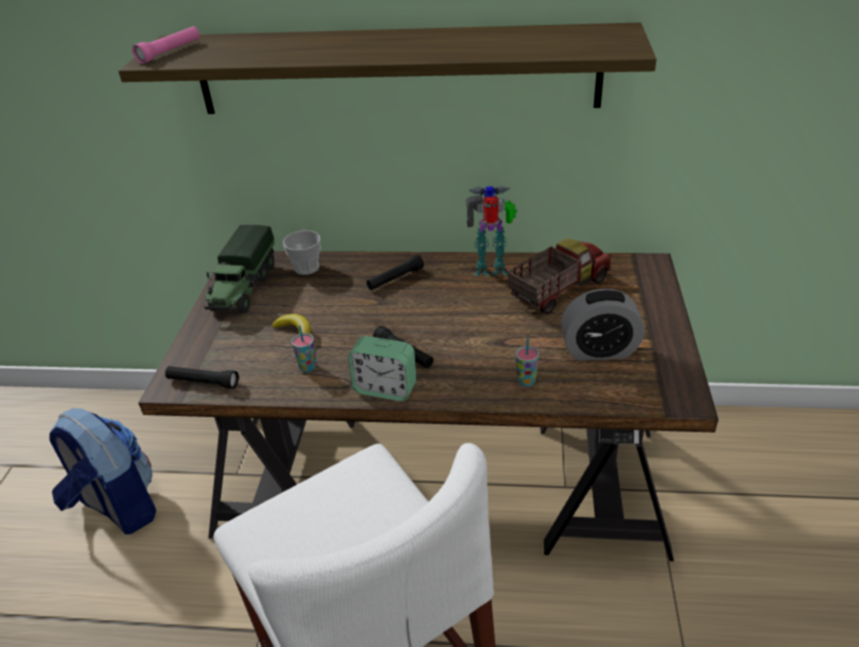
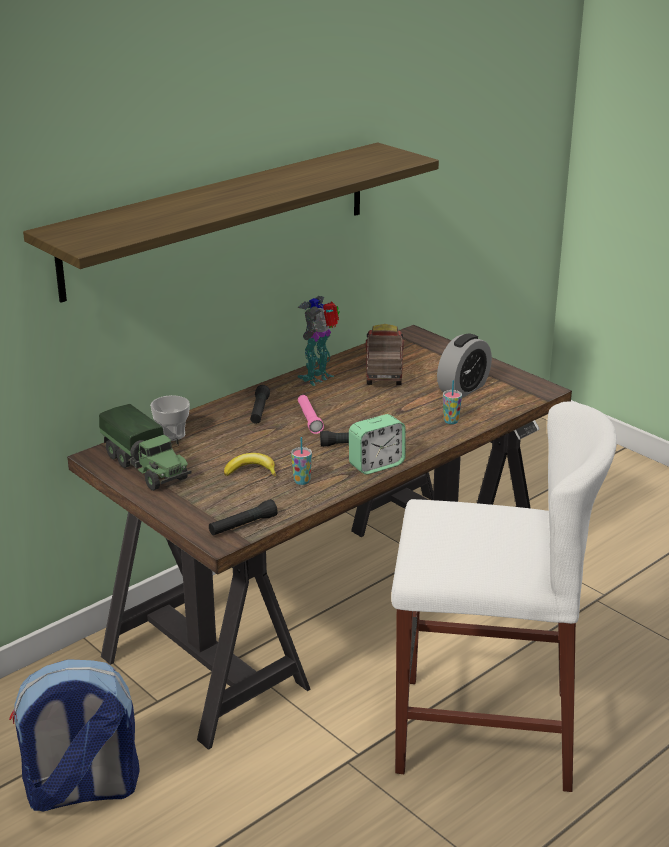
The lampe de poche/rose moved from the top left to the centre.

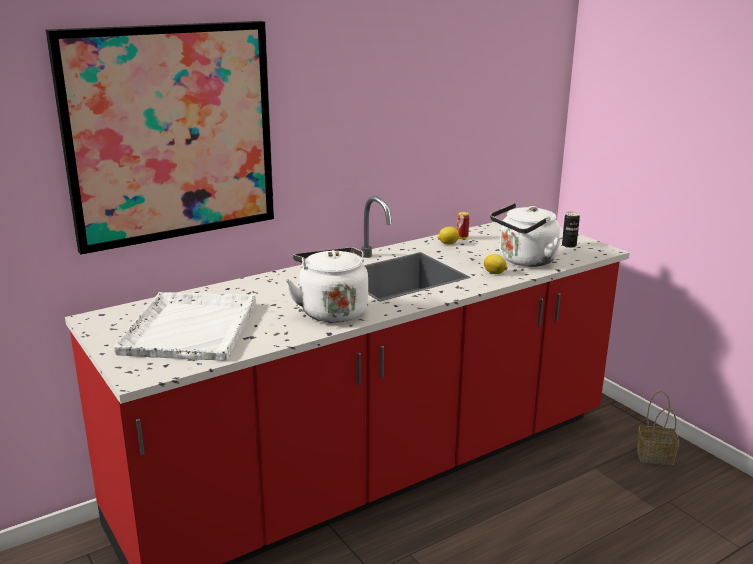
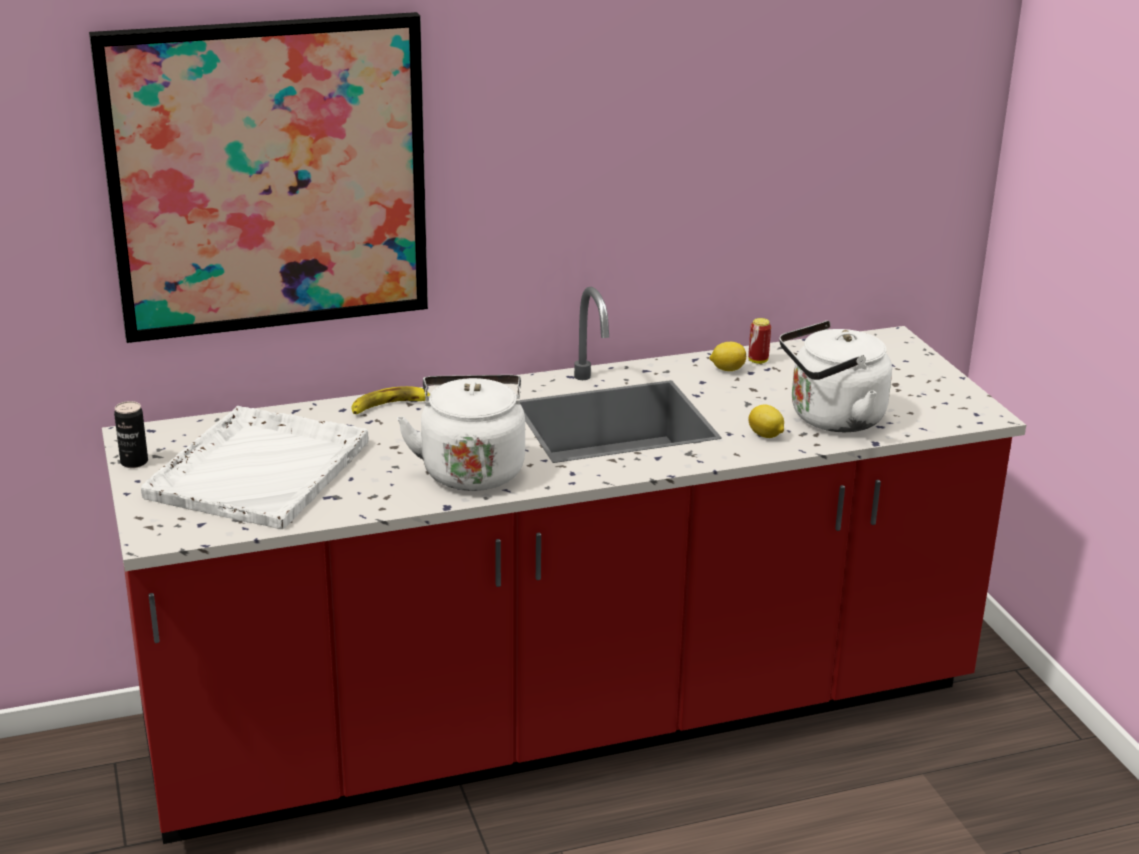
The boîte métallique (2nd from left in the first image) moved from the middle right to the middle left. The banane at the centre appeared. The panier at the bottom right disappeared.

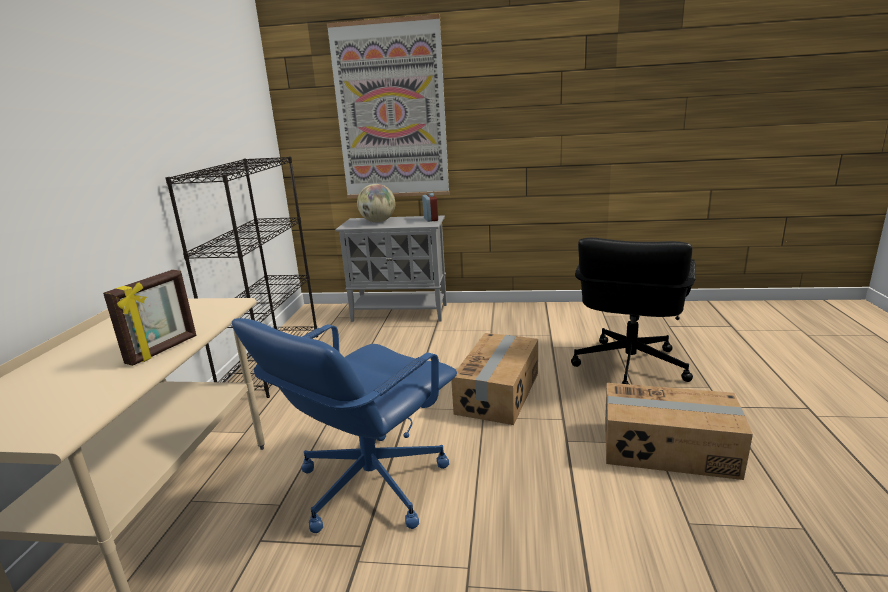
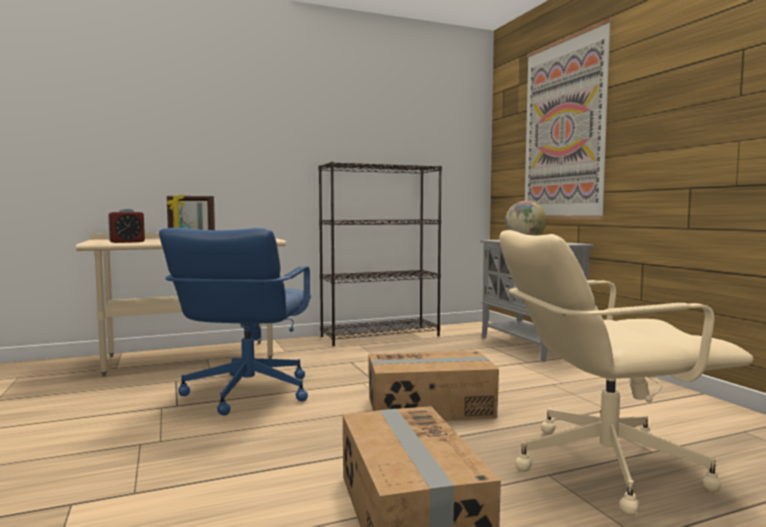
The réveil moved from the centre to the middle left. The chaise de bureau/bleu at the bottom centre turned 90 degrees counterclockwise. The chaise de bureau/noir at the middle right became the chaise de bureau/beige at the bottom right.

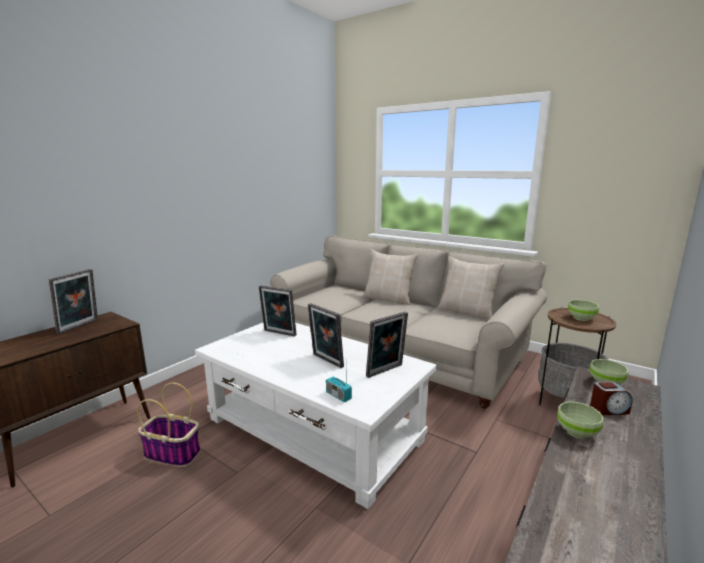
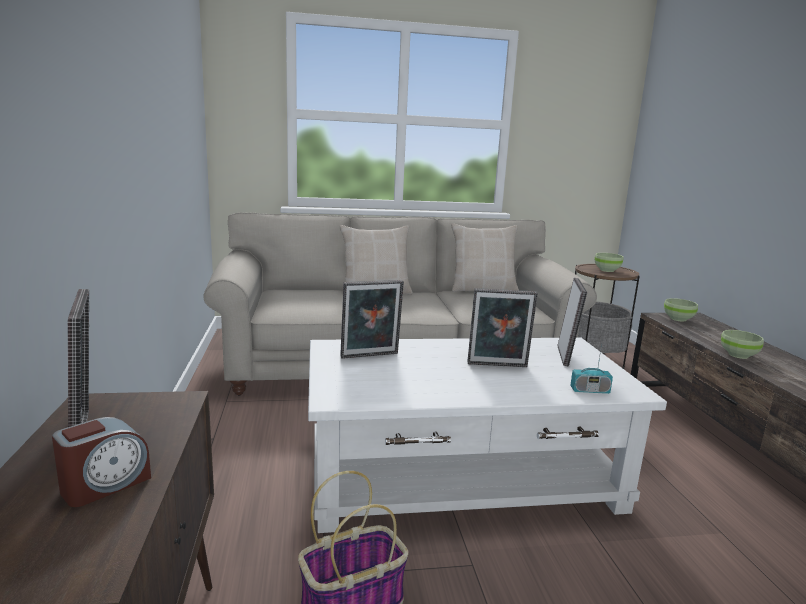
The réveil moved from the bottom right to the bottom left.

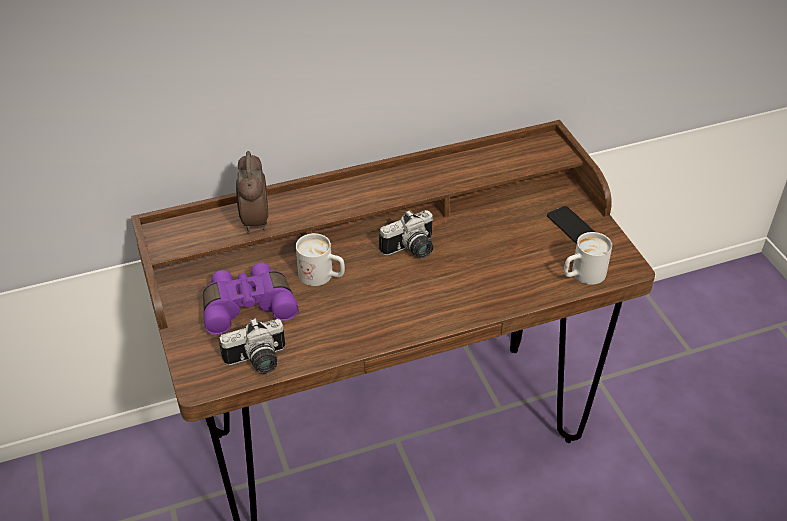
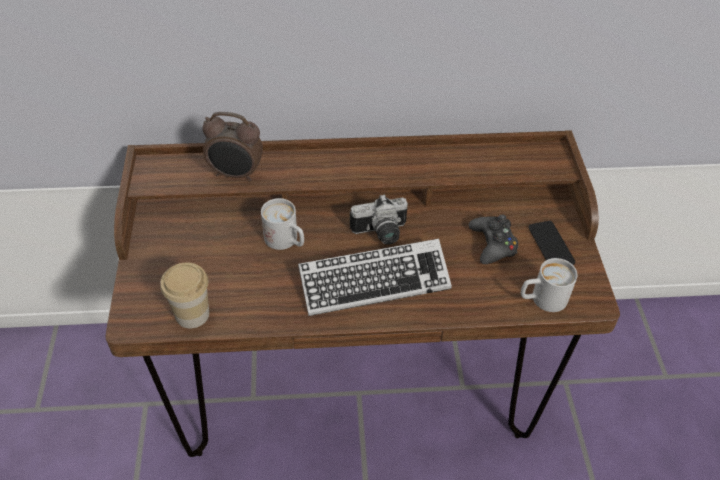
The appareil photo (1st from left) at the middle left was replaced by the tasse at the middle left. The réveil at the middle left turned 90 degrees counterclockwise. The clavier at the centre appeared. The manette/noir at the middle right appeared. The jumelles/violet at the middle left disappeared.

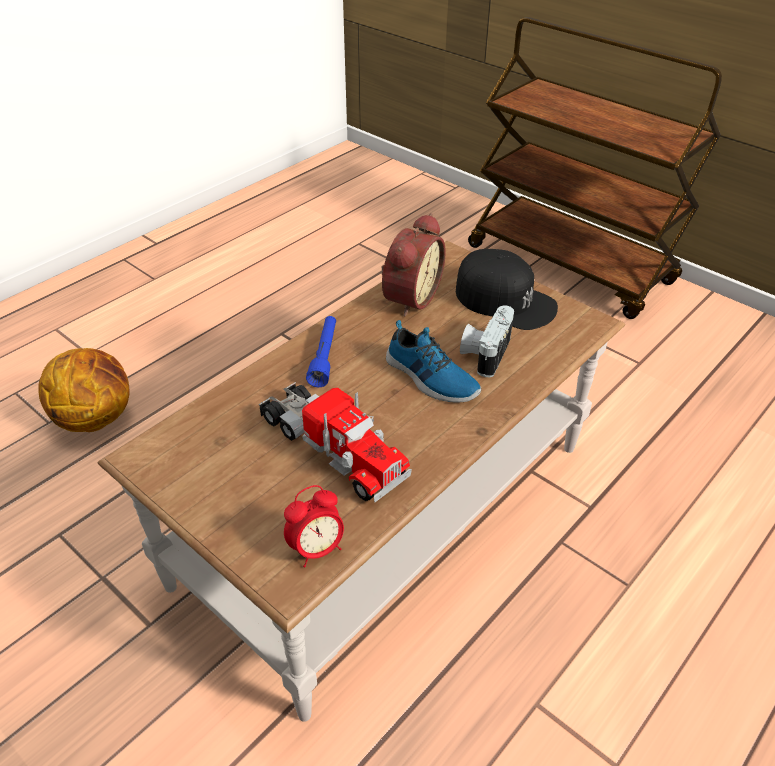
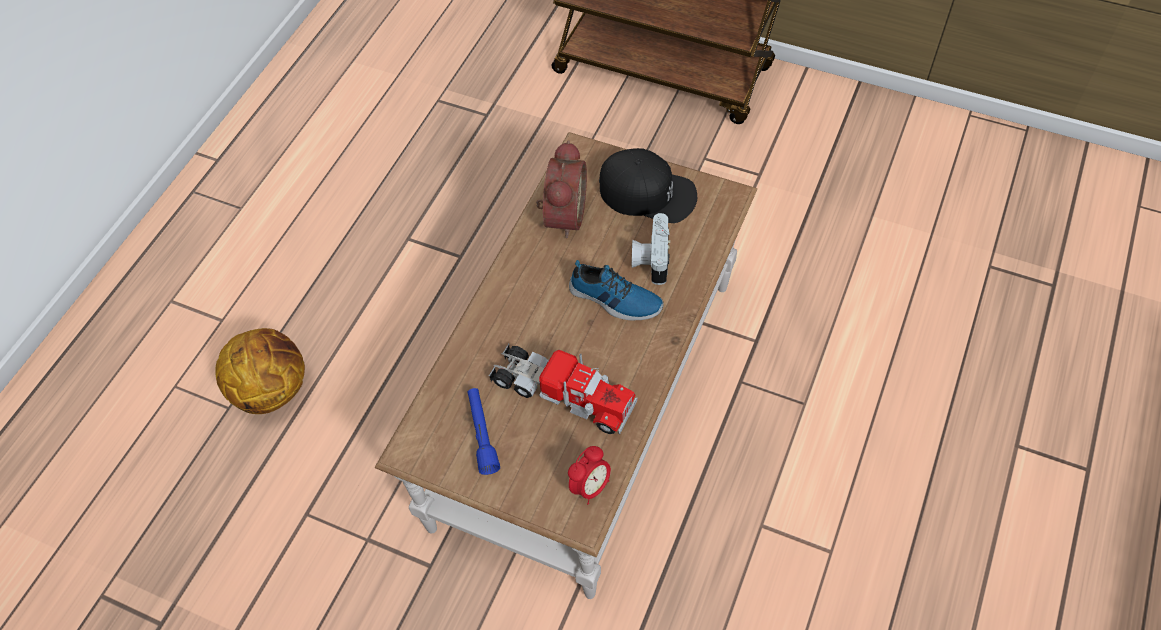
The lampe de poche/bleu moved from the centre to the bottom centre.

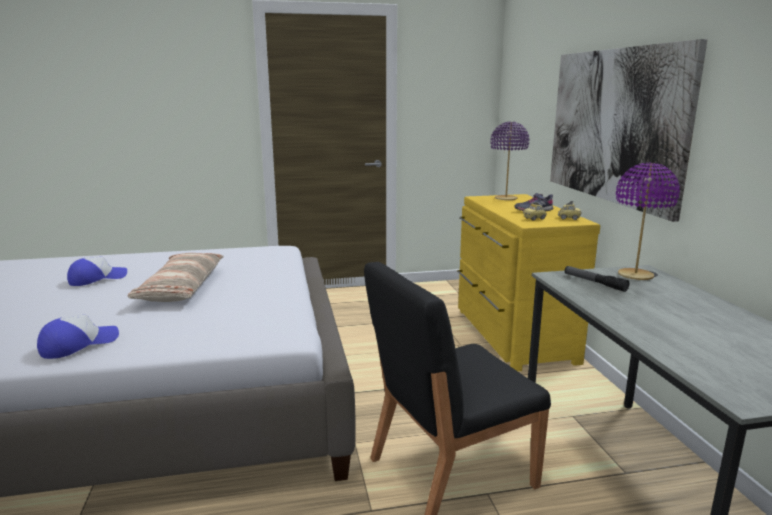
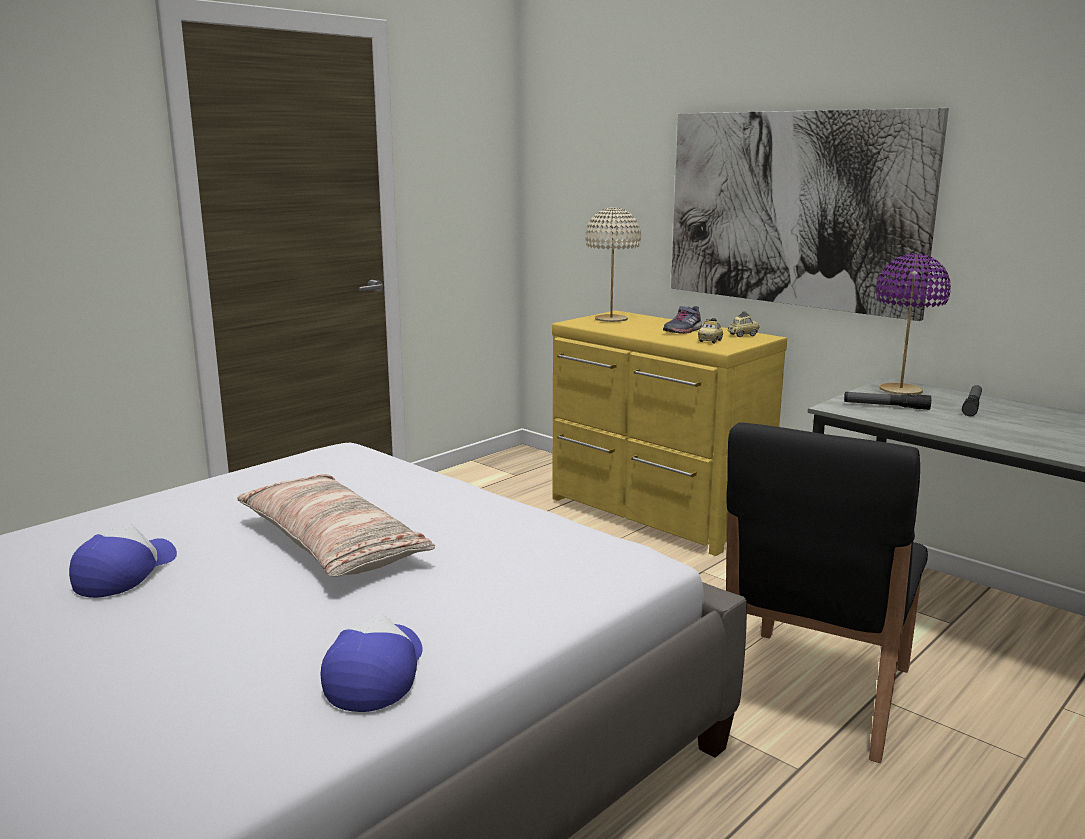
The lampe de table/violet (1st from left) at the top centre became the lampe de table/beige at the top centre. The lampe de poche (2nd from left) at the middle right appeared.

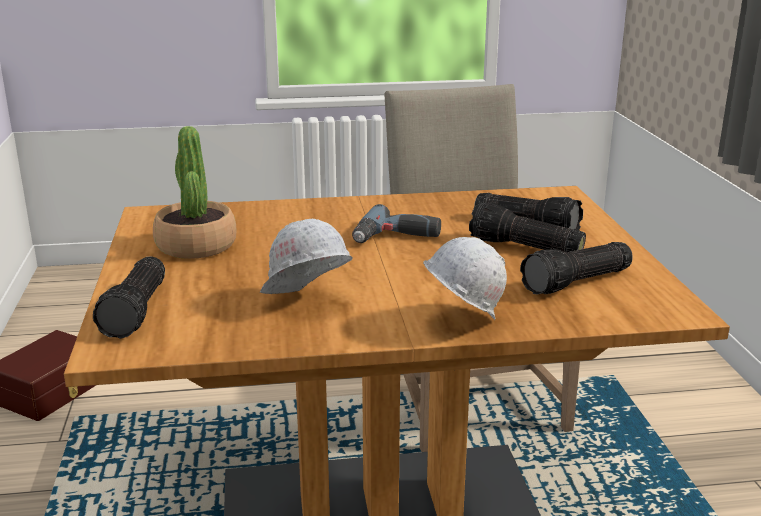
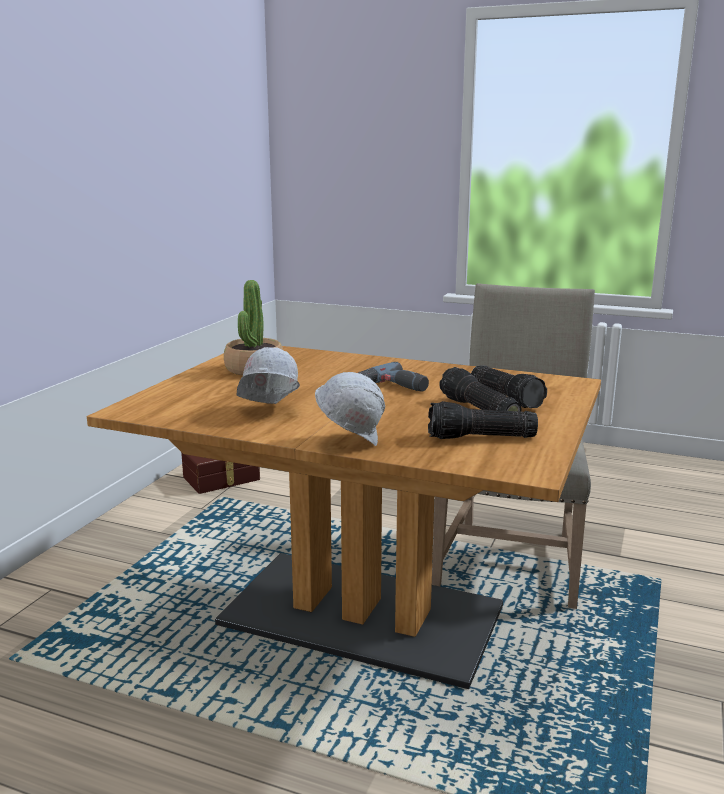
The lampe de poche (1st from left) at the middle left disappeared.

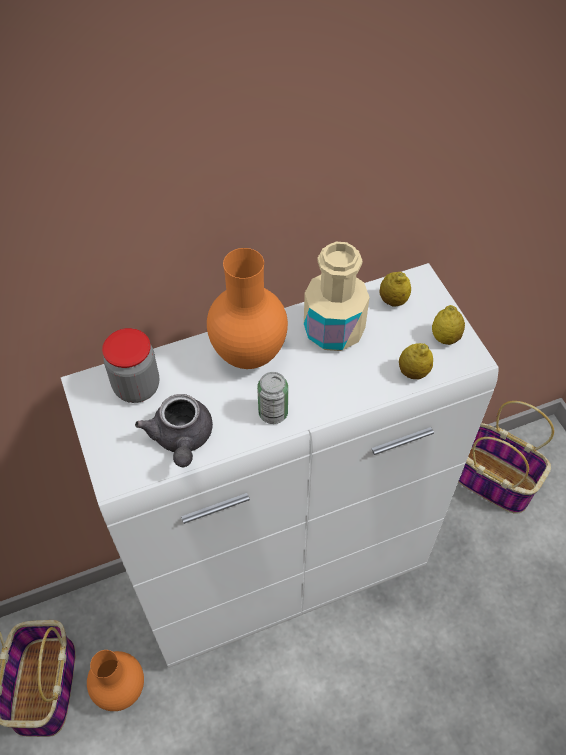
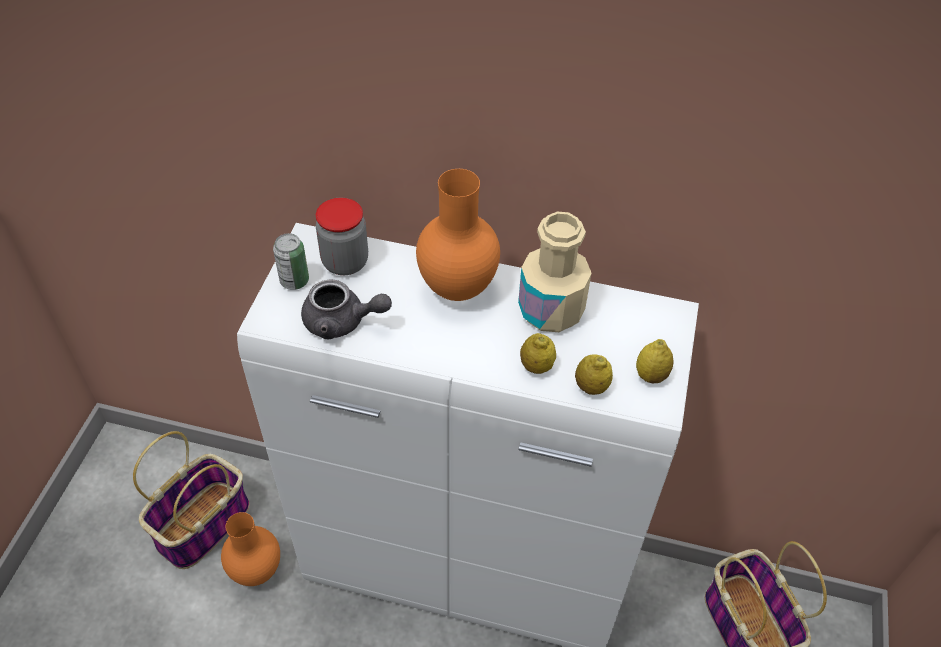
The boîte métallique moved from the centre to the middle left. The théière/gris at the middle left turned 105 degrees counterclockwise. The citron (1st from left) moved from the middle right to the centre.

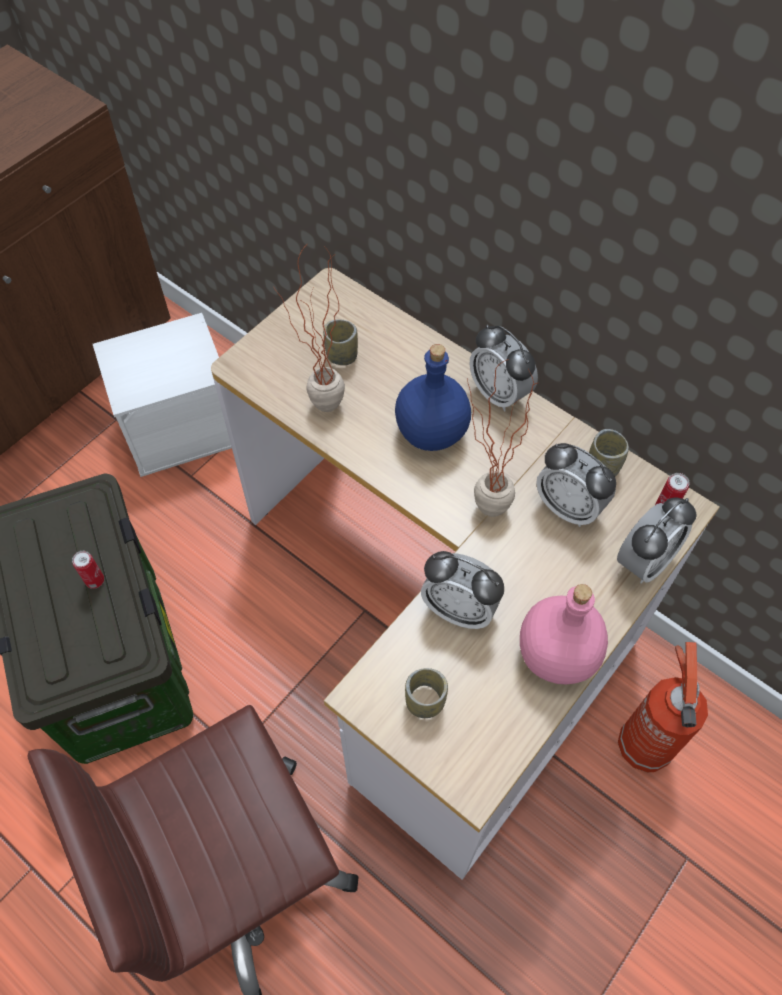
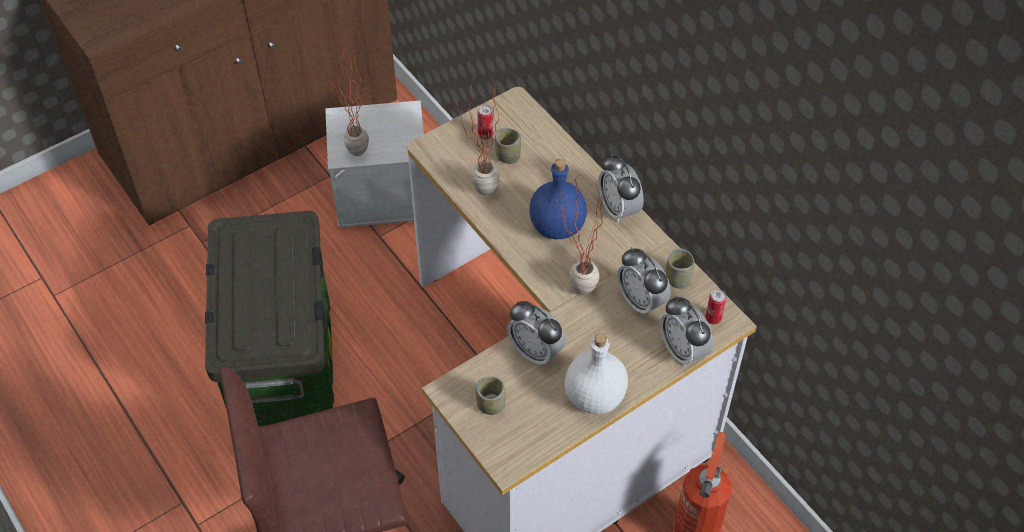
The plante en pot (1st from left) at the top centre appeared. The boîte métallique (1st from left) moved from the middle left to the top centre. The bouteille/rose at the middle right became the bouteille/blanc at the bottom centre. The réveil (4th from left) at the middle right turned 90 degrees clockwise.

